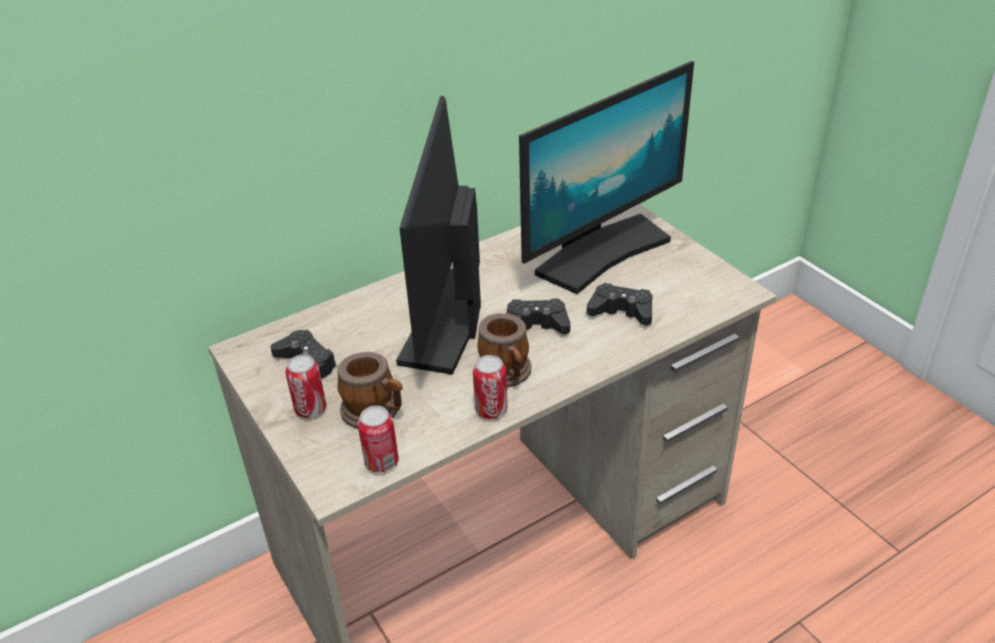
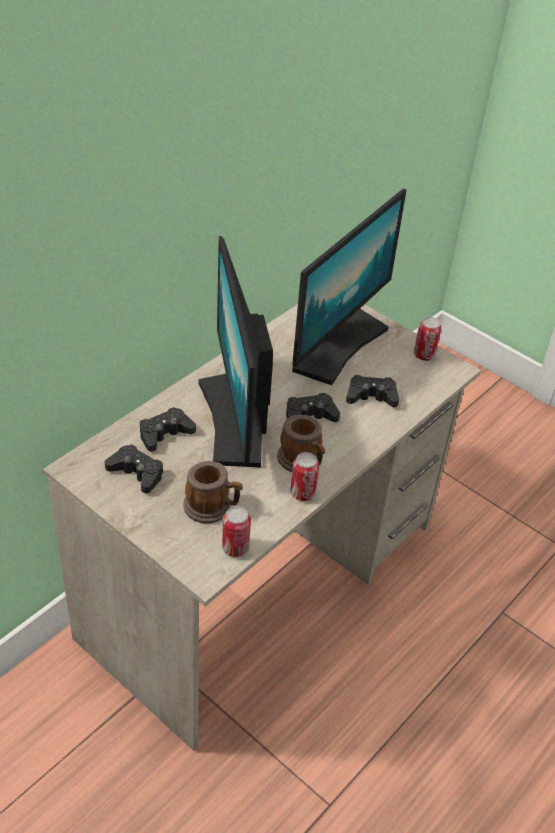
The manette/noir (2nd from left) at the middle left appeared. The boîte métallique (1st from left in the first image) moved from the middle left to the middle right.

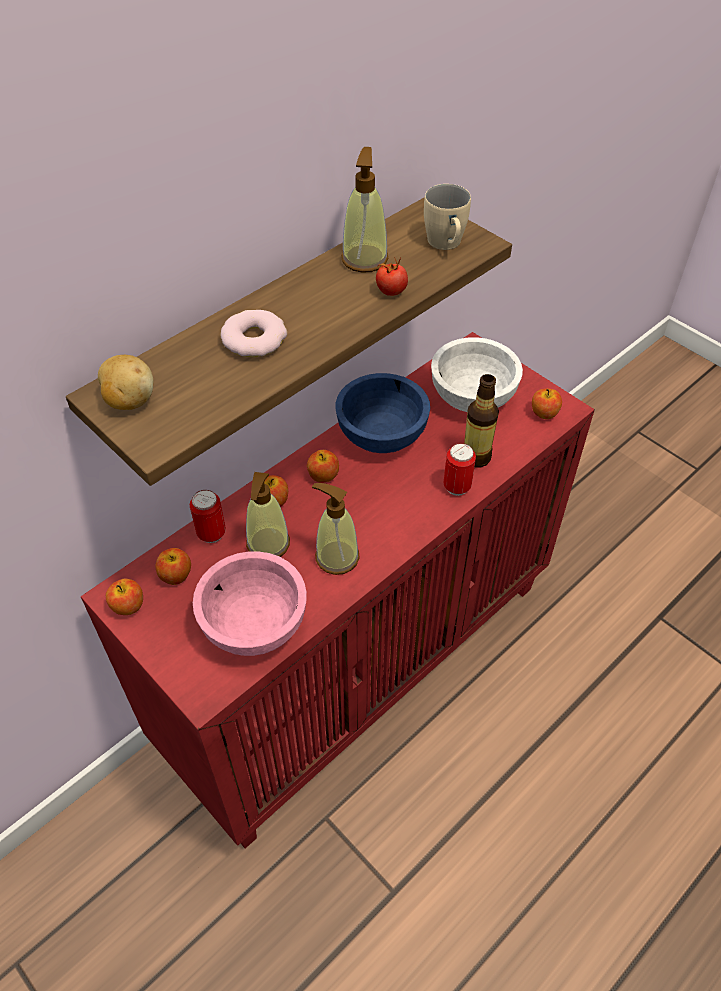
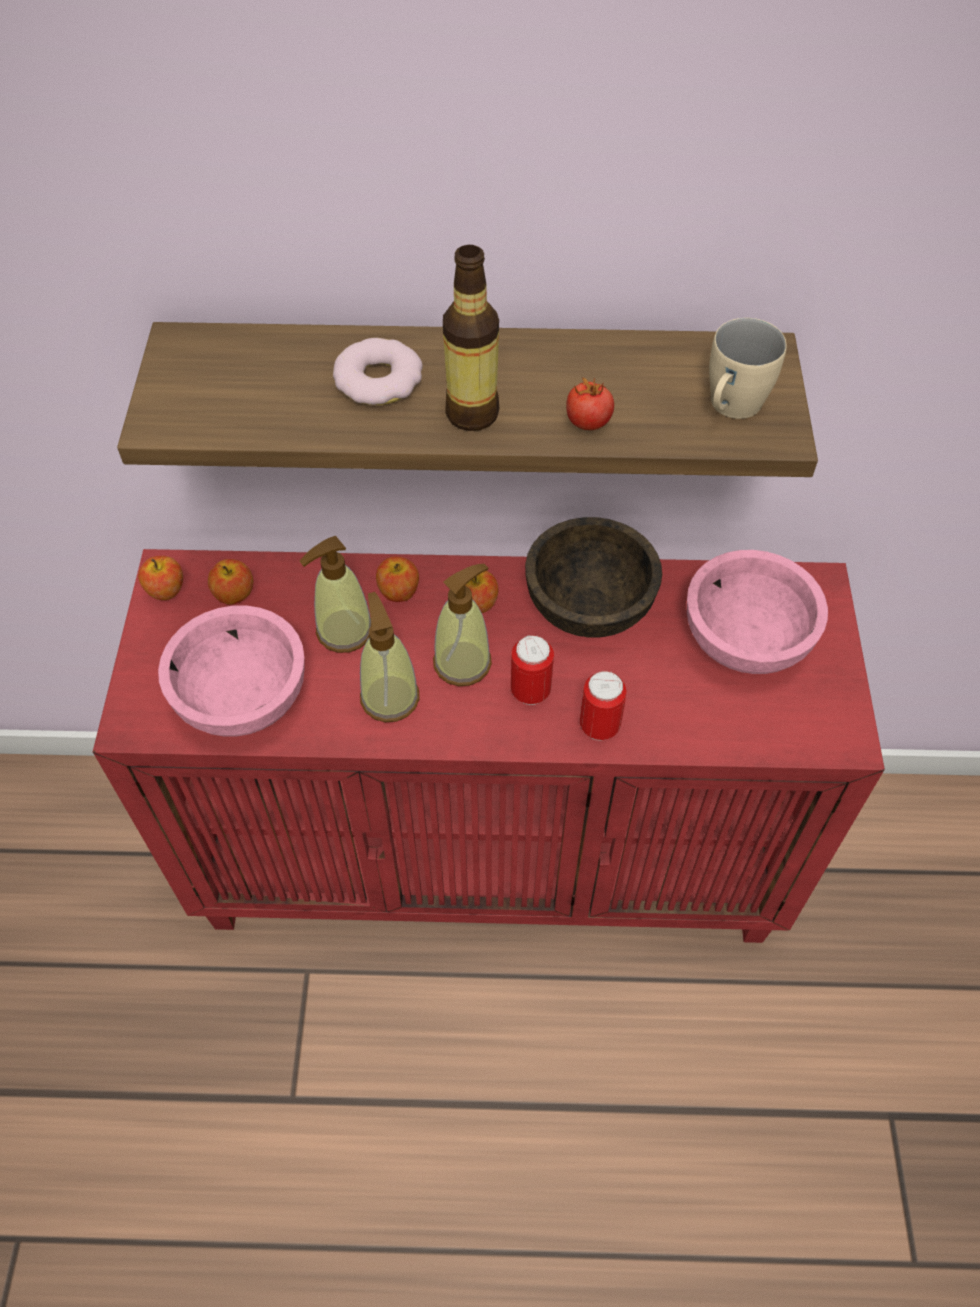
The distributeur de savon (3rd from left) moved from the top centre to the centre. The bouteille moved from the middle right to the top centre. The boîte métallique (1st from left) moved from the middle left to the centre. The bol/bleu at the centre became the bol/marron at the centre. The bol/blanc at the centre became the bol/rose (2nd from left) at the middle right. The pomme de terre at the middle left disappeared. The pomme (5th from left) at the middle right disappeared.

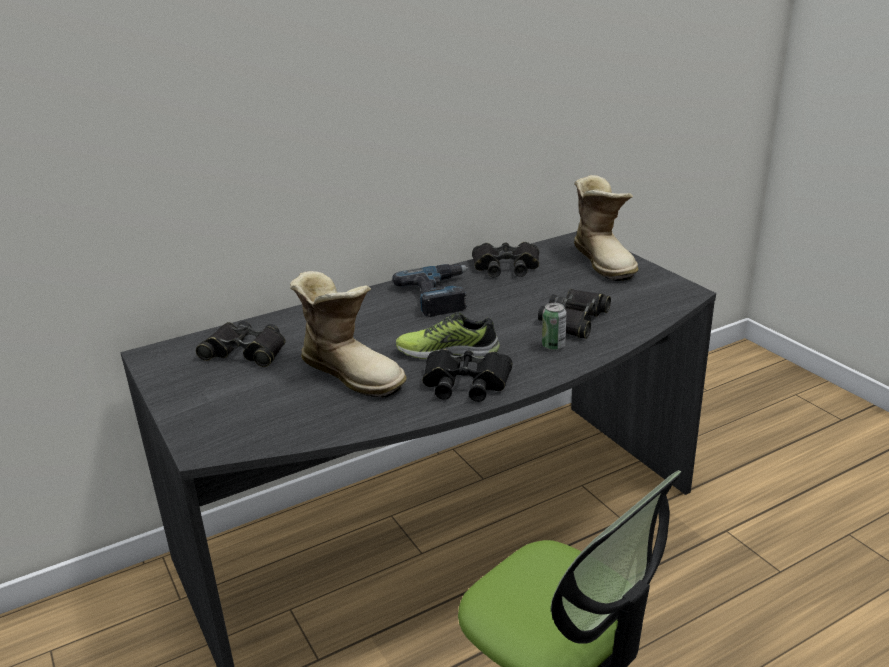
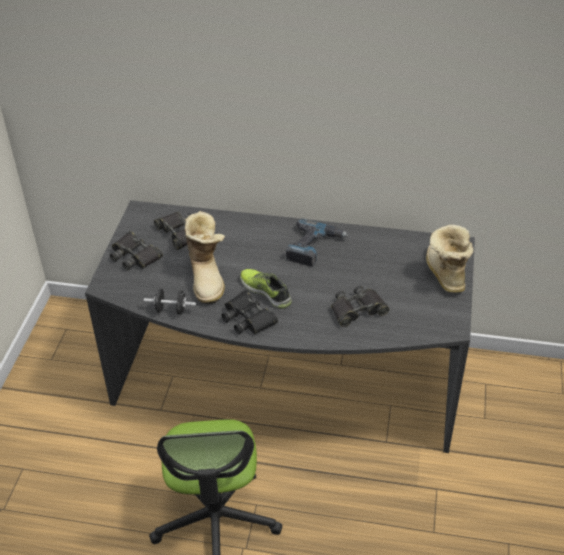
The jumelles/noir (3rd from left in the first image) moved from the centre to the middle left. The haltère/noir at the middle left appeared. The botte (2nd from left) at the middle right turned 150 degrees clockwise. The boîte métallique at the centre disappeared.

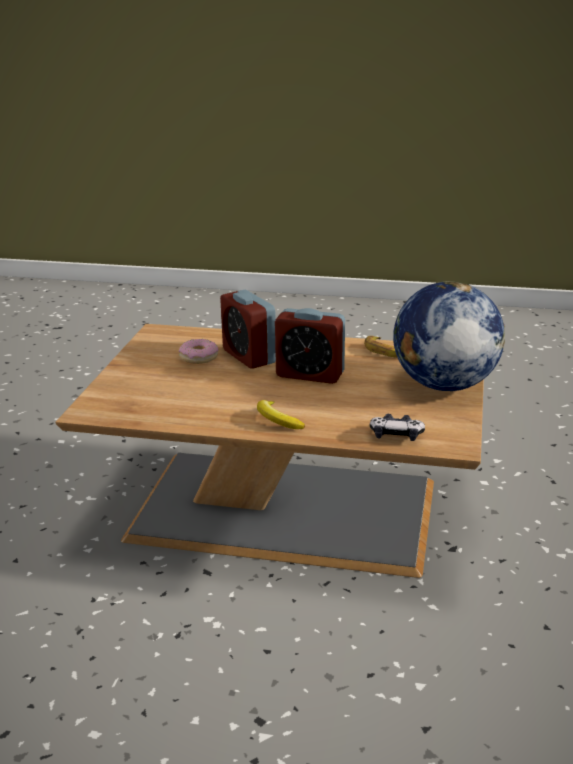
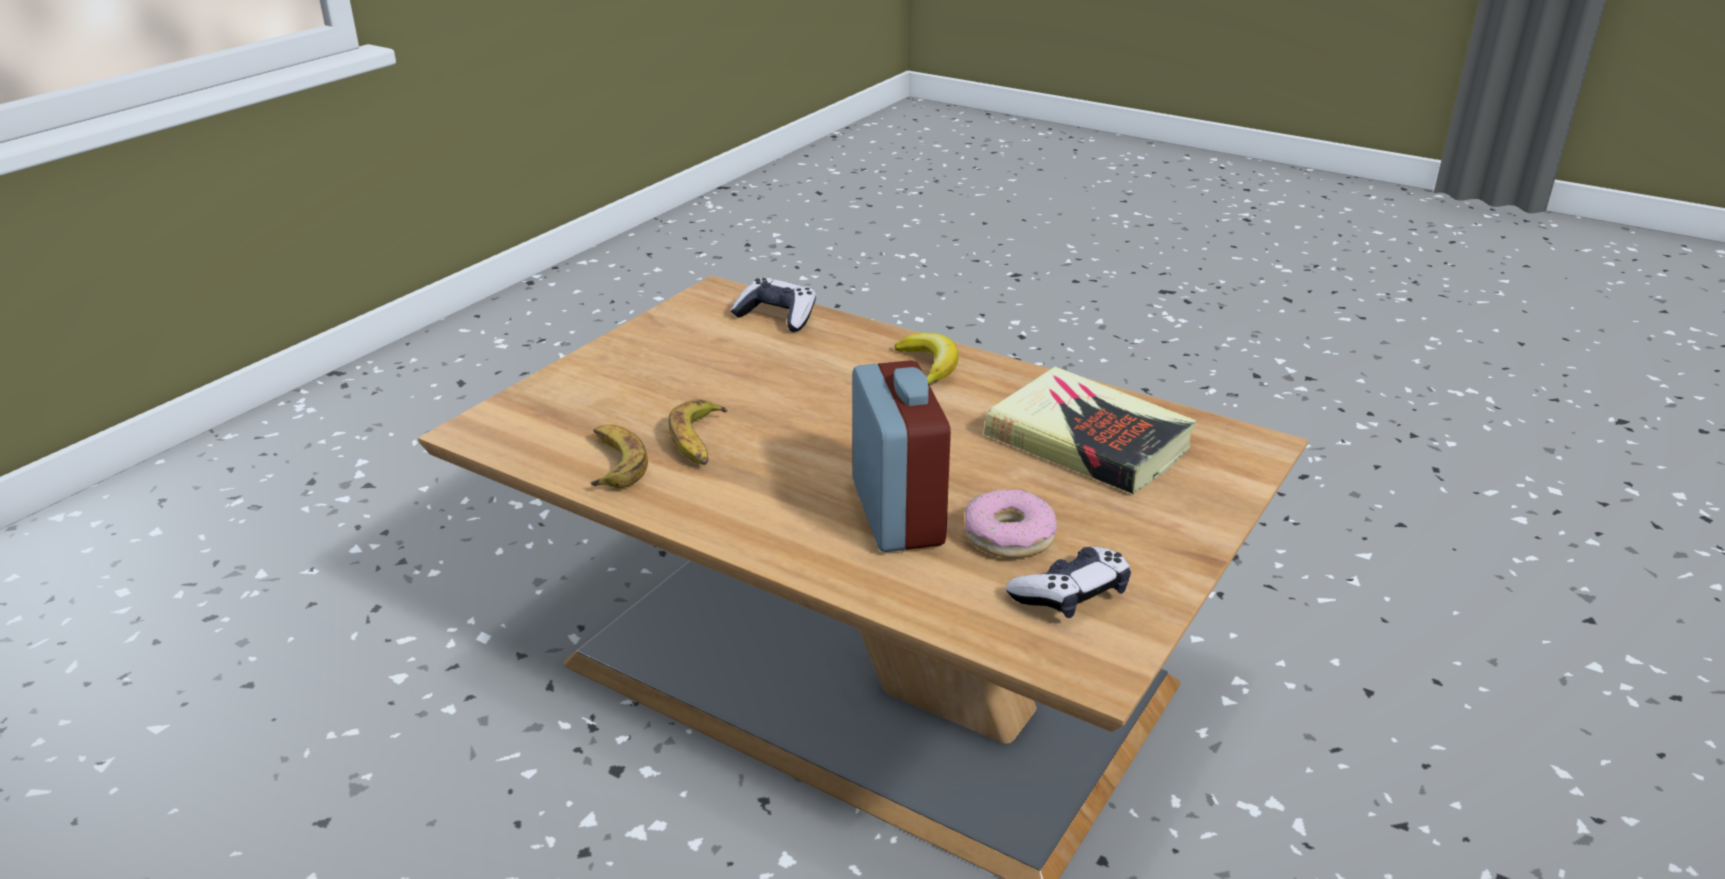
The banane (2nd from left) at the centre appeared. The livre at the centre appeared. The manette (2nd from left) at the centre appeared. The réveil (2nd from left) at the centre disappeared. The globe at the middle right disappeared.

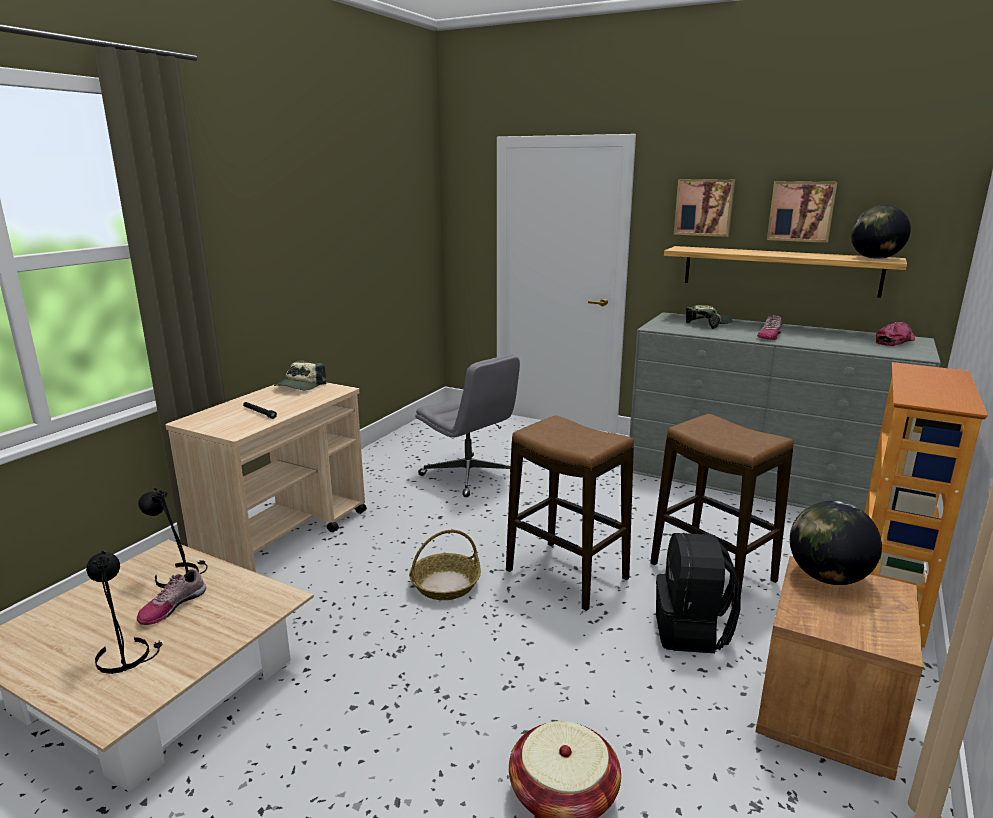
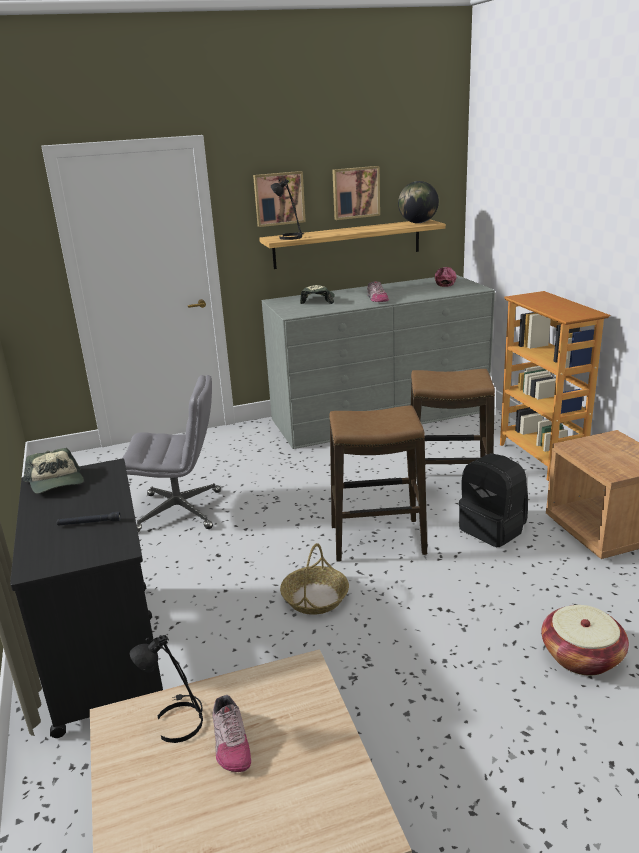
The chariot/beige at the middle left became the chariot/noir at the bottom left. The lampe de table/noir (1st from left in the first image) moved from the bottom left to the top centre. The globe (1st from left) at the middle right disappeared.

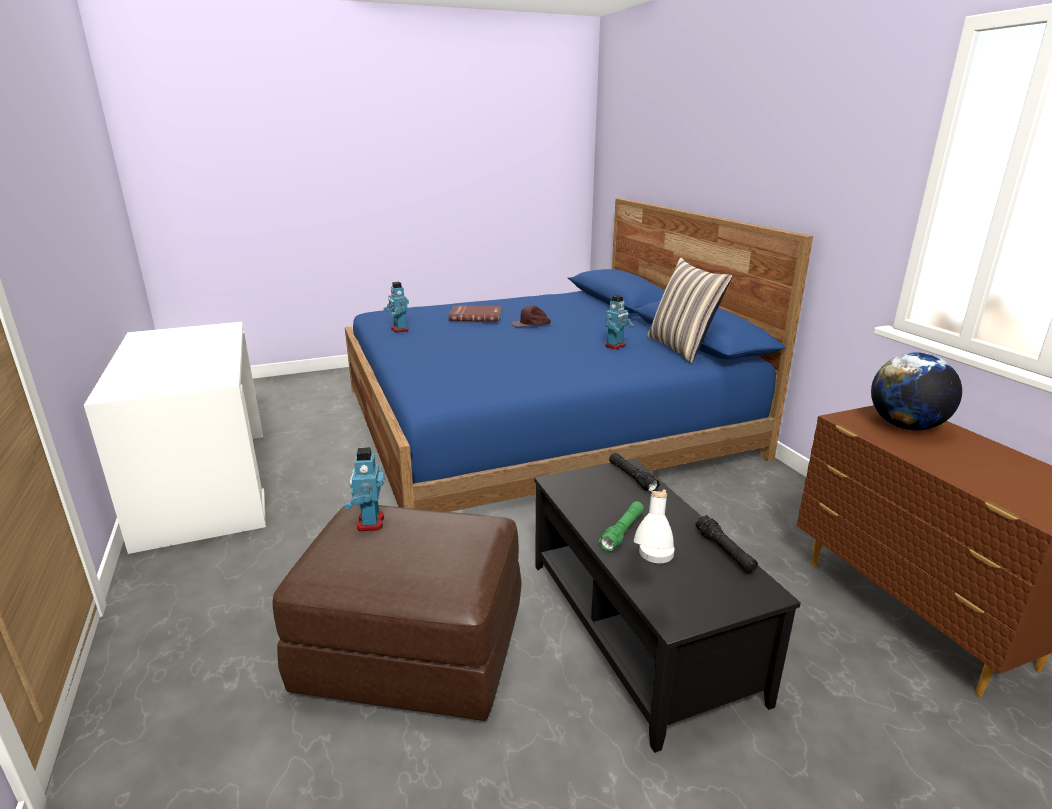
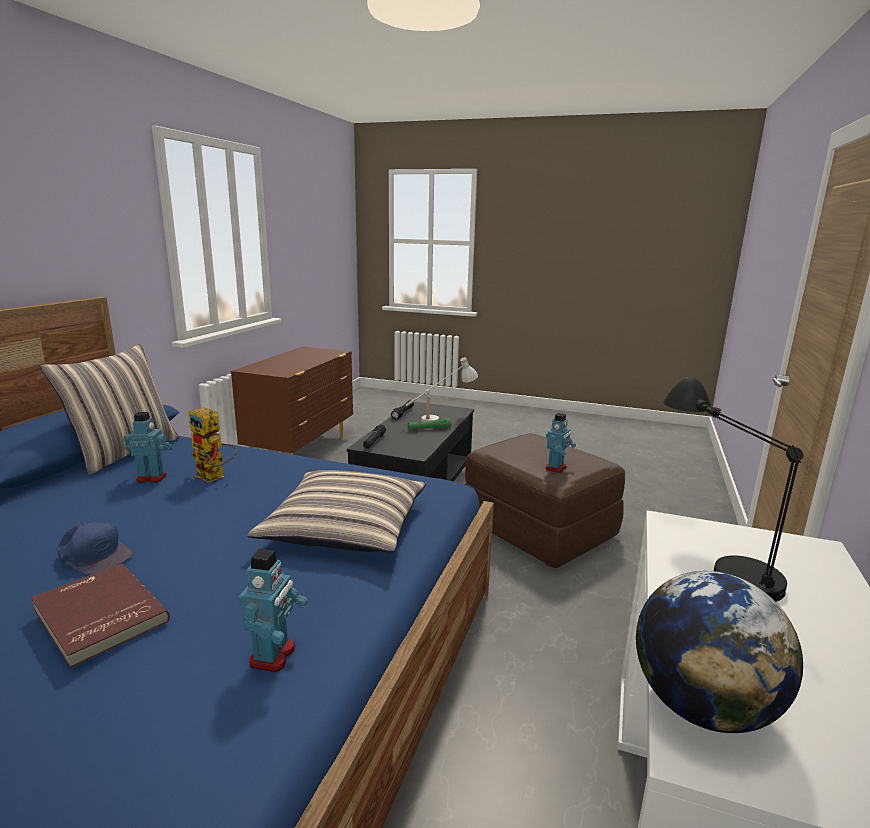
The casquette/marron at the centre became the casquette/bleu at the middle left. The robot jouet (2nd from left) at the middle left appeared. The coussin (2nd from left) at the centre appeared. The globe moved from the middle right to the bottom right. The lampe de table/noir at the middle right appeared.

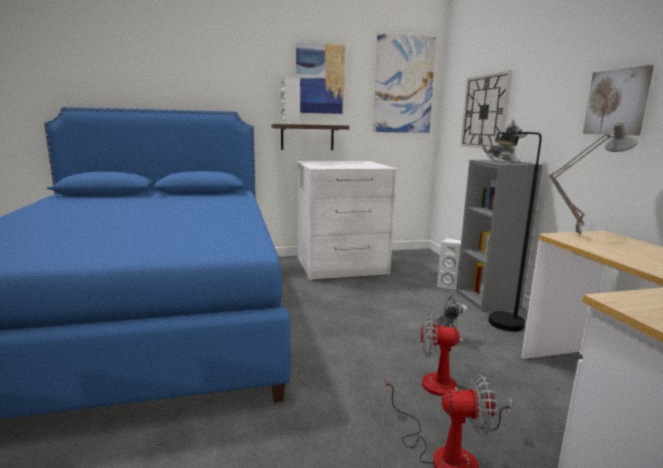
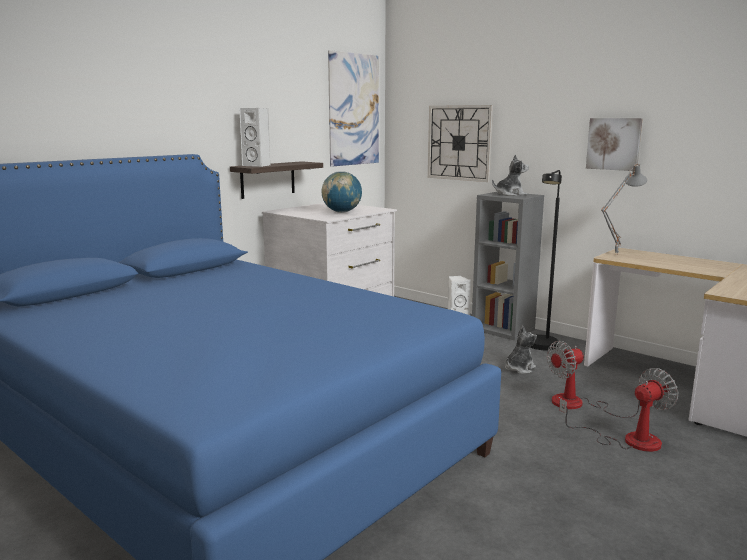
The globe at the centre appeared. The tableau (1st from left) at the top centre disappeared.

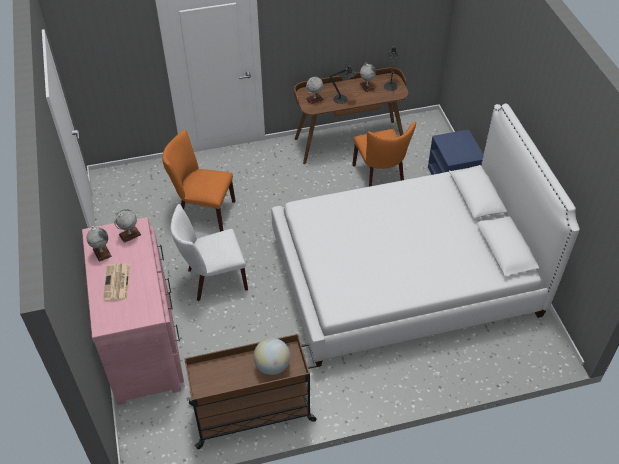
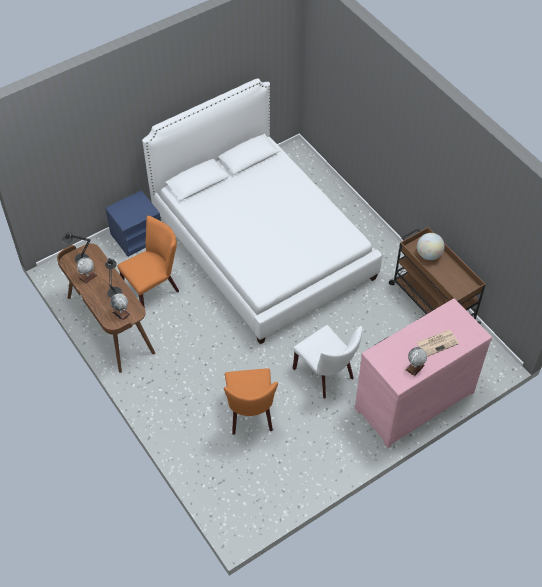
The globe (2nd from left) at the middle left disappeared.

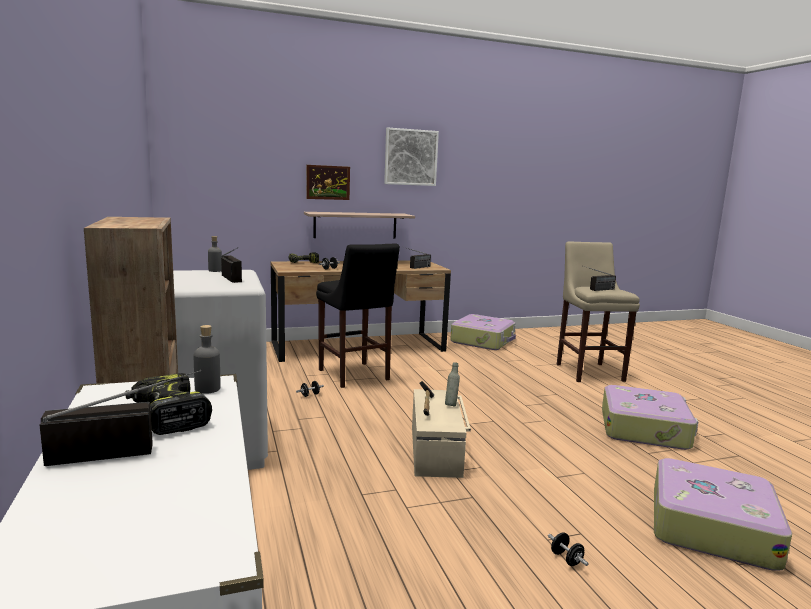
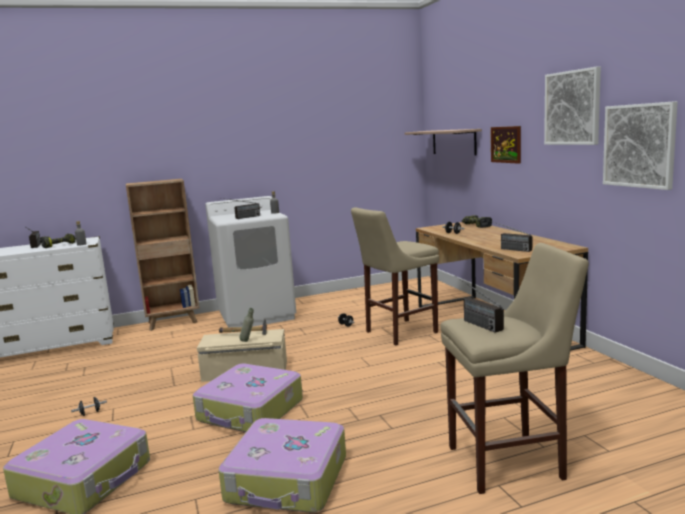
The valise (1st from left in the first image) moved from the centre to the bottom centre. The tabouret/noir at the centre became the tabouret/beige (1st from left) at the centre. The étagère moved from the centre to the top centre. The tableau (3rd from left) at the top right appeared.

